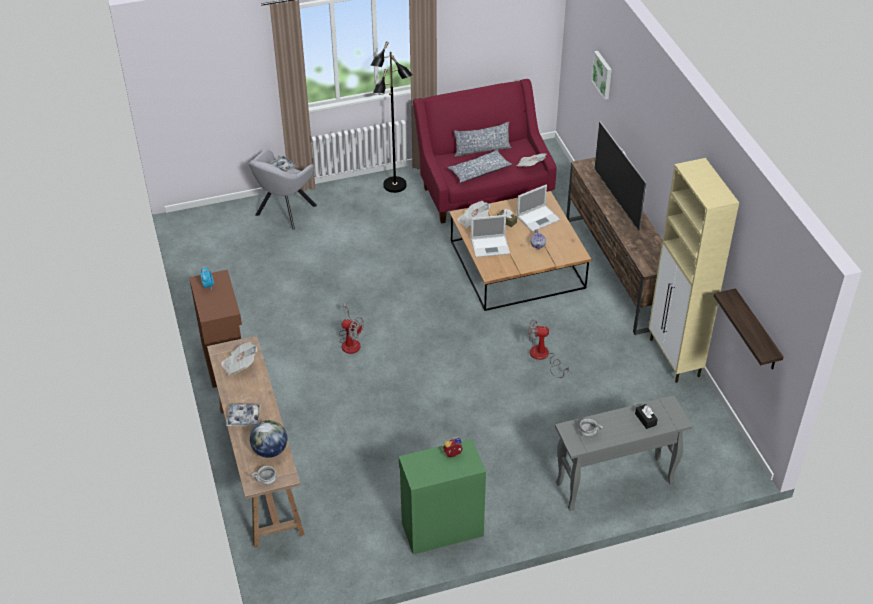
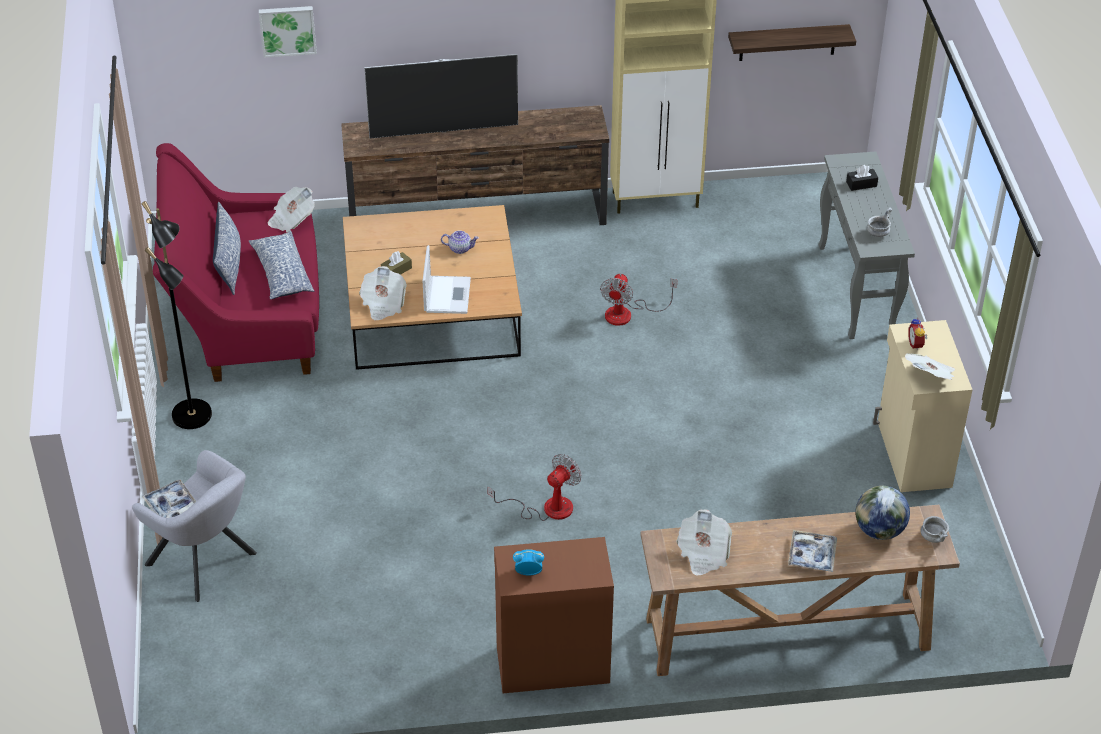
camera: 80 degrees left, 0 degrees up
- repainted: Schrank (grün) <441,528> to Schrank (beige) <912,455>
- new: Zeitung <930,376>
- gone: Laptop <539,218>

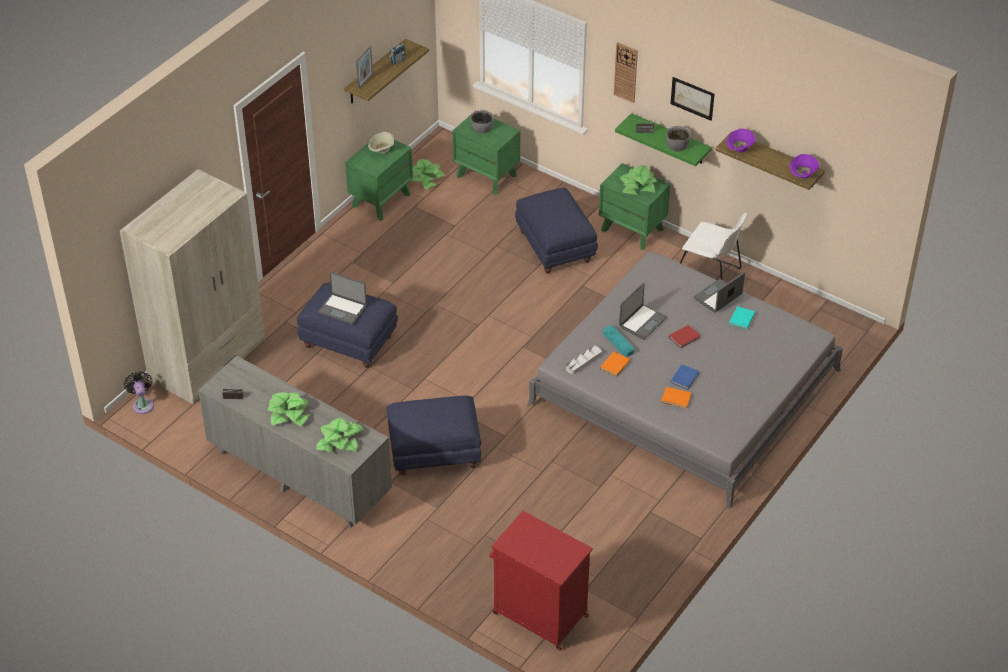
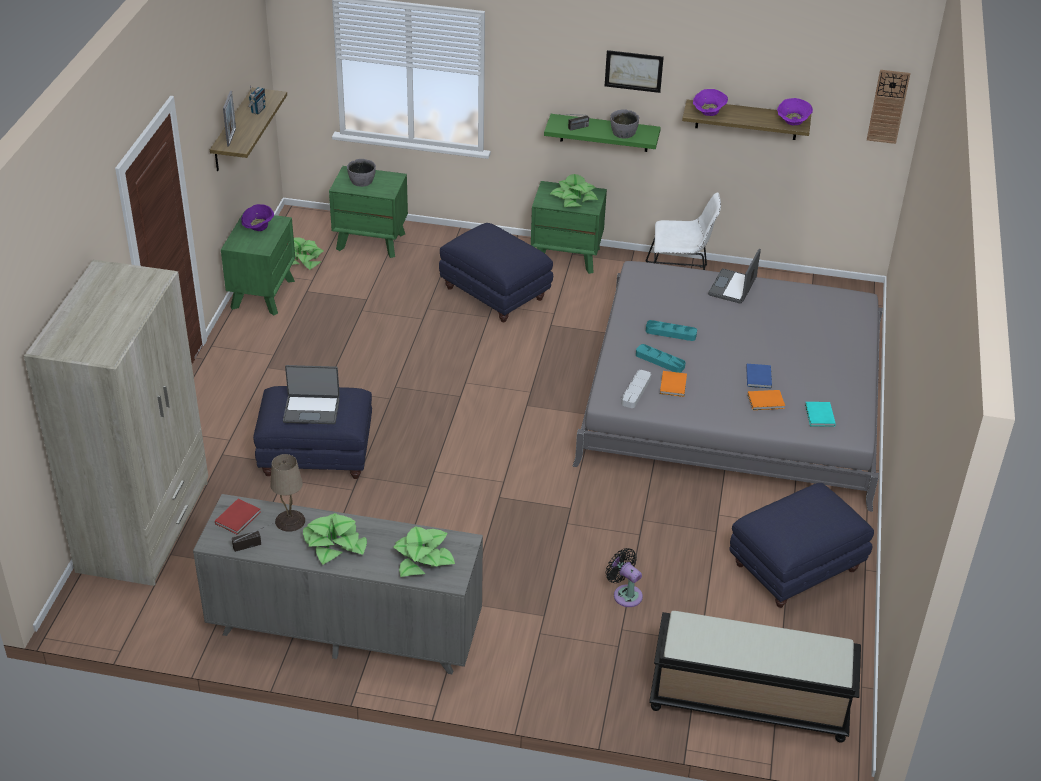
camera: 25 degrees left, 5 degrees down
- shifted: Buch (rot) <685,337> to <239,517>
- repainted: Schüssel (beige) <381,150> to Schüssel (lila) <258,228>
- new: Tischlampe (beige) <290,521>
- shifted: Ventilator (schwarz) <142,404> to <625,594>
- swapped: Laptop <642,322> to Tablett (türkis) <671,333>
- swapped: Schrank (rot) <538,614> to Bank (schwarz) <747,703>
- shifted: Polsterhocker (blau) <433,453> to <794,569>
- shifted: Buch (türkis) <741,319> to <819,416>
- shifted: Wanduhr <626,72> to <888,106>

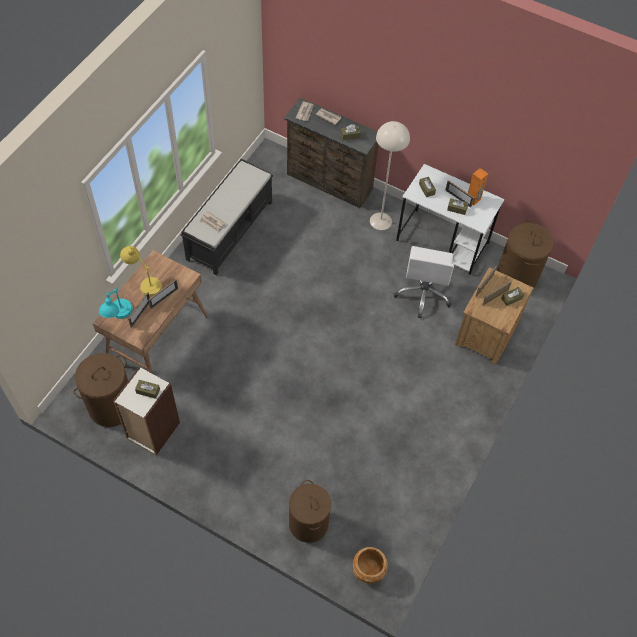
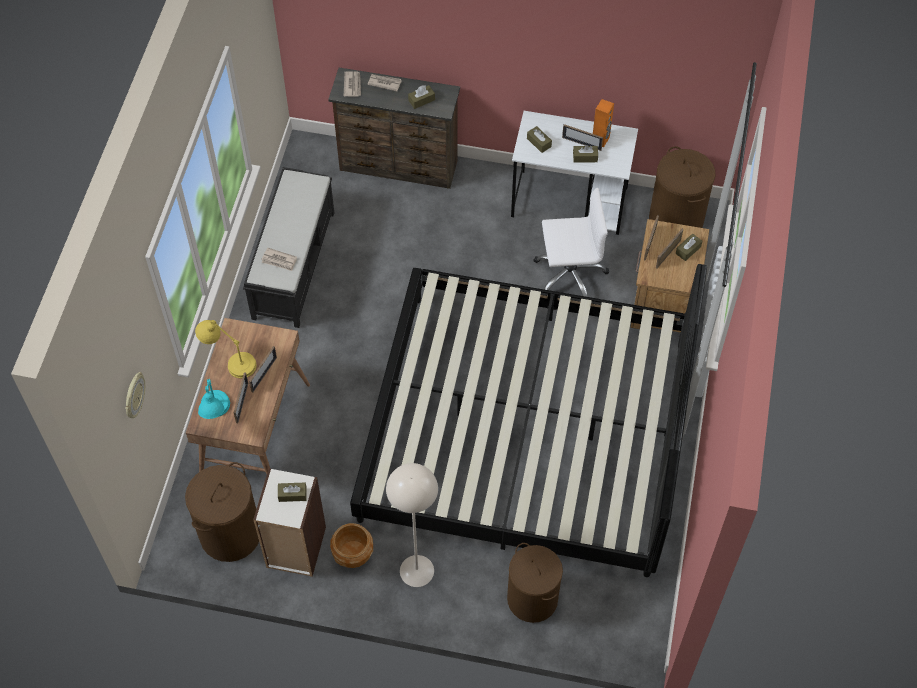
camera: 15 degrees left, 0 degrees up
- new: Wanduhr <133,396>
- shifted: Pflanzkübel (braun) <368,570> to <353,555>
- new: Bett <527,430>
- shifted: Stehlampe (beige) <380,221> to <416,571>
- rotated: Bürostuhl (weiß) <423,293> = <569,275> 90 degrees counterclockwise

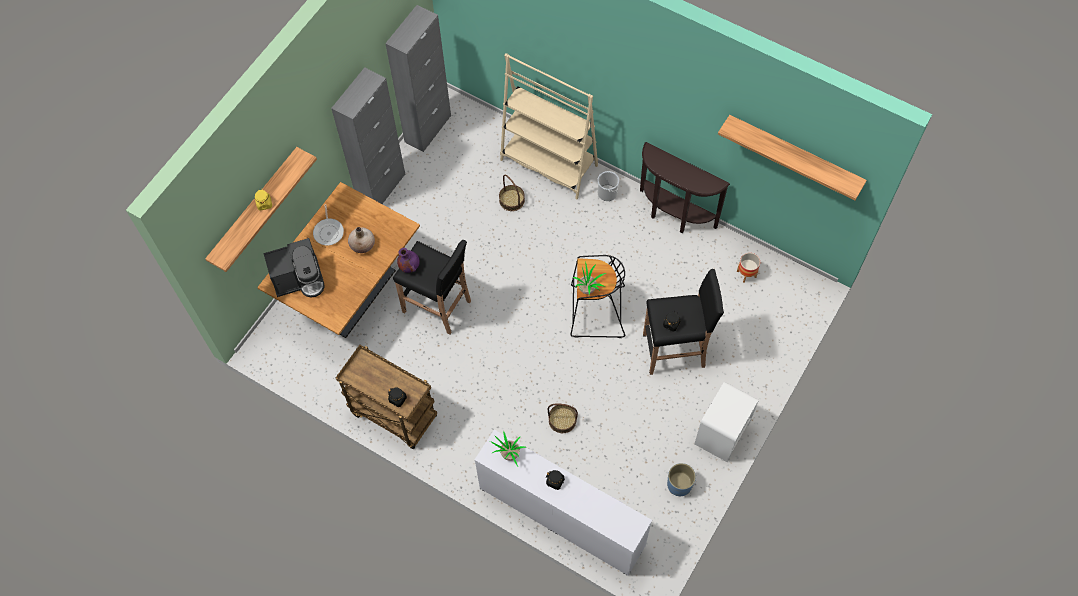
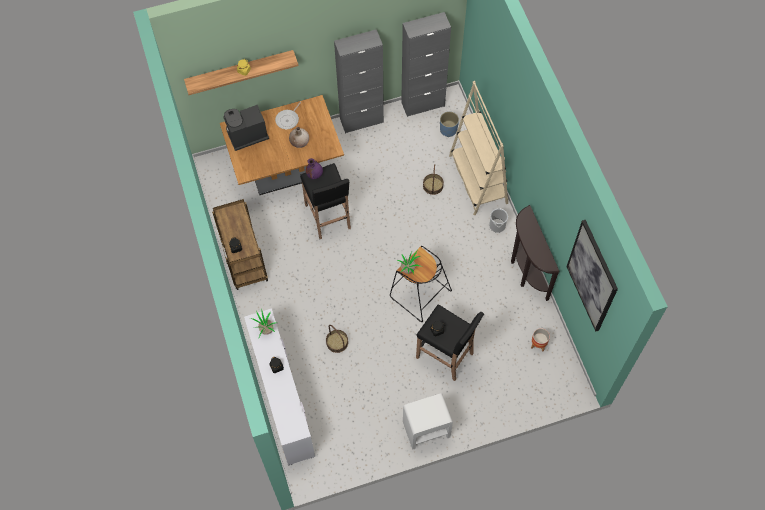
camera: 40 degrees right, 0 degrees up
- rotated: Kaffeemaschine <299,279> = <246,135> 135 degrees clockwise
- shifted: Pflanzkübel (blau) <679,484> to <448,130>
- swapped: Wandregal <794,154> to Bild <592,276>

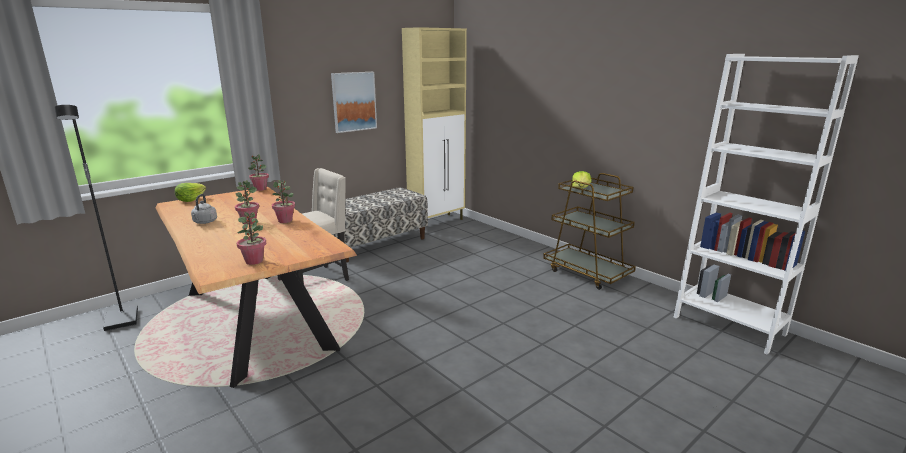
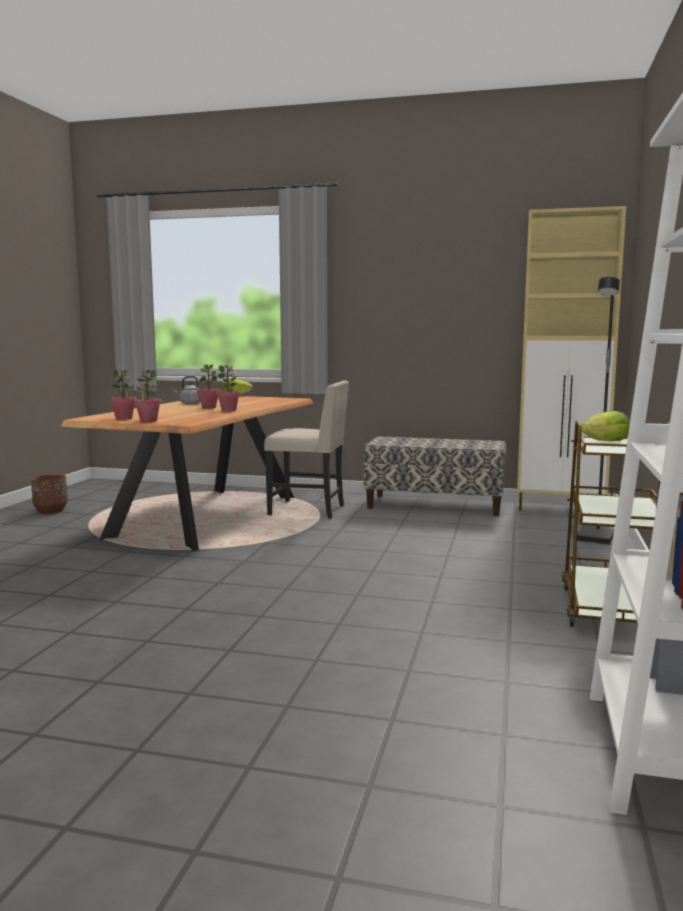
camera: 55 degrees right, 10 degrees down
- new: Pflanzkübel (braun) <51,511>
- shifted: Topfpflanze <260,189> to <148,421>
- shifted: Stehlampe (schwarz) <123,320> to <596,538>
- gone: Bild <354,101>

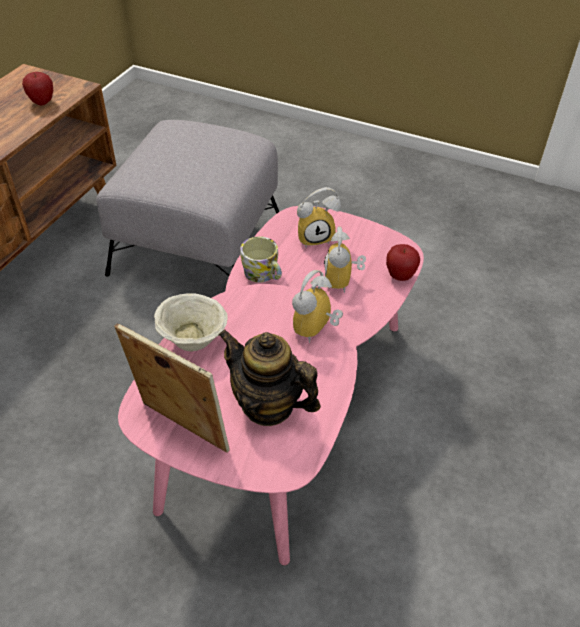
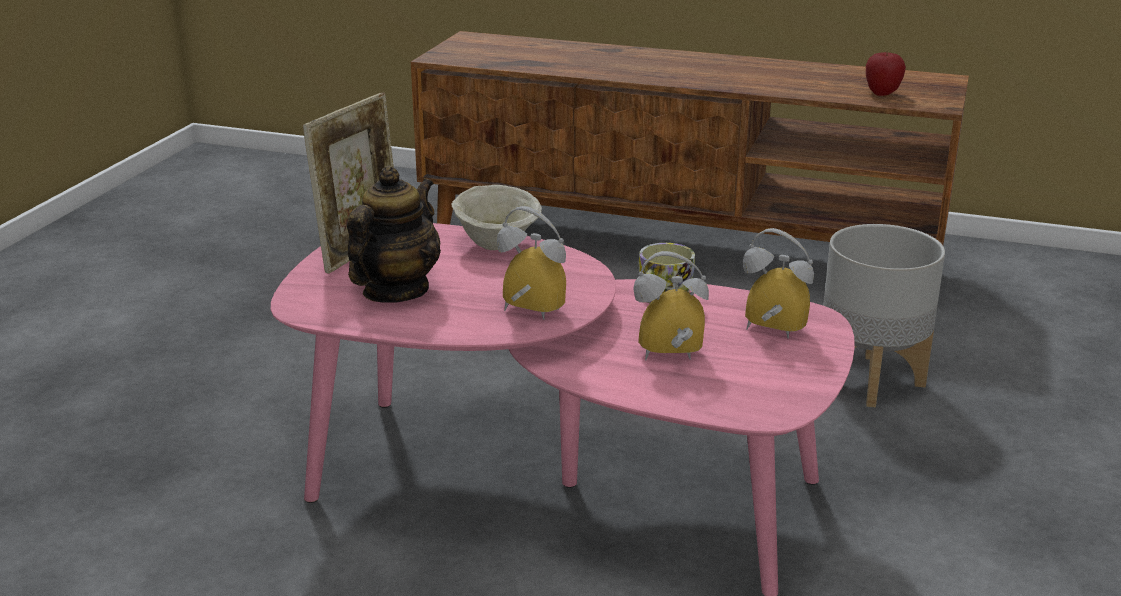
camera: 85 degrees right, 20 degrees down
- rotated: Wecker <315,236> = <770,333> 135 degrees clockwise
- swapped: Polsterhocker (grau) <197,247> to Pflanzkübel (grau) <869,380>
- gone: Apfel <400,276>

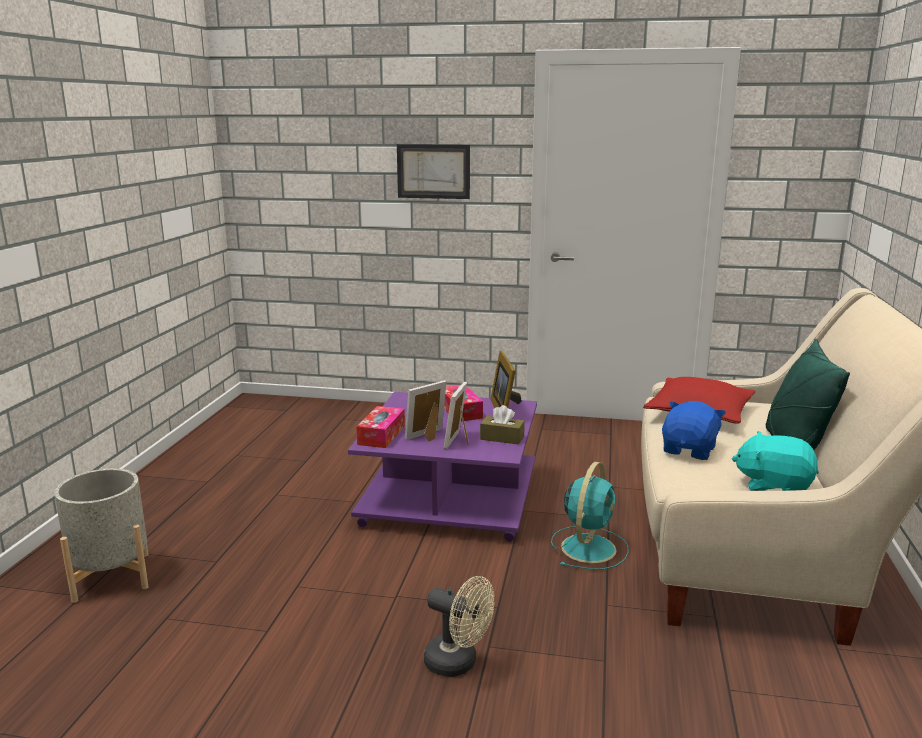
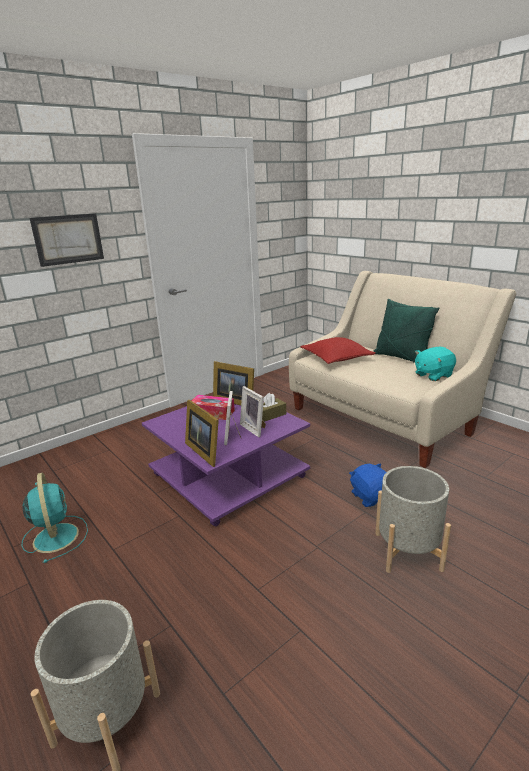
camera: 50 degrees left, 5 degrees up
- shifted: Ventilator (türkis) <589,547> to <56,536>
- swapped: Taschentuchbox <381,435> to Bilderrahmen <205,451>
- shifted: Plüschtier (blau) <690,450> to <371,497>
- swapped: Ventilator (beige) <458,663> to Pflanzkübel (grau) <407,551>

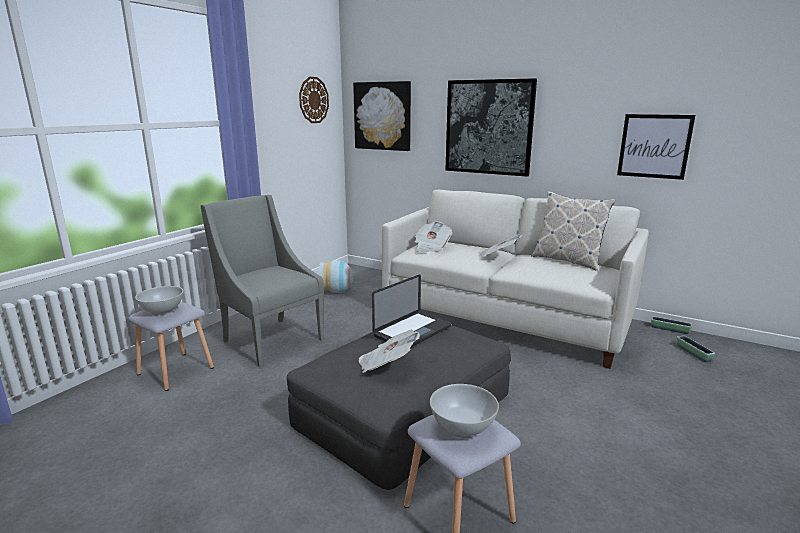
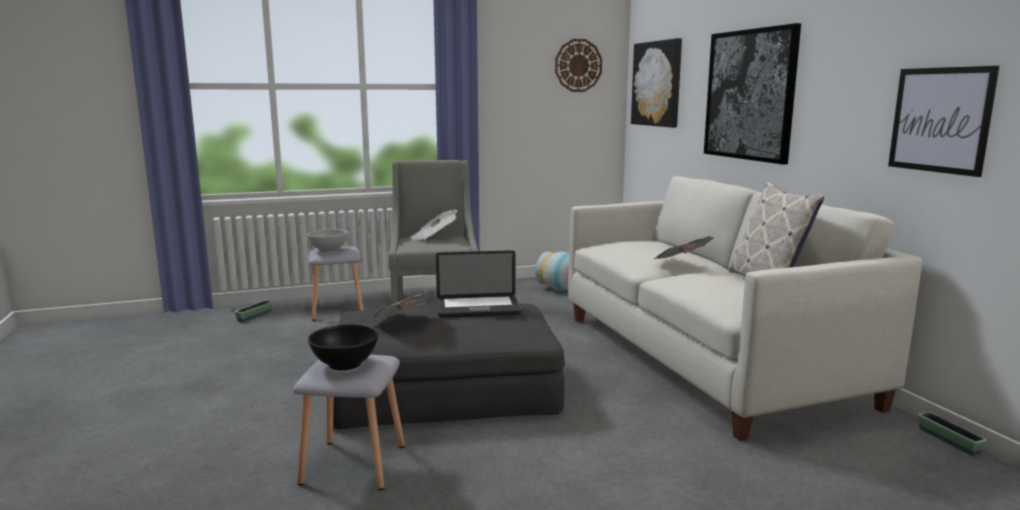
camera: 40 degrees right, 5 degrees down
- shifted: Pflanzkübel <693,353> to <254,316>
- repainted: Schüssel (weiß) <463,428> to Schüssel (schwarz) <345,364>
- shifted: Zeitung <431,247> to <434,237>

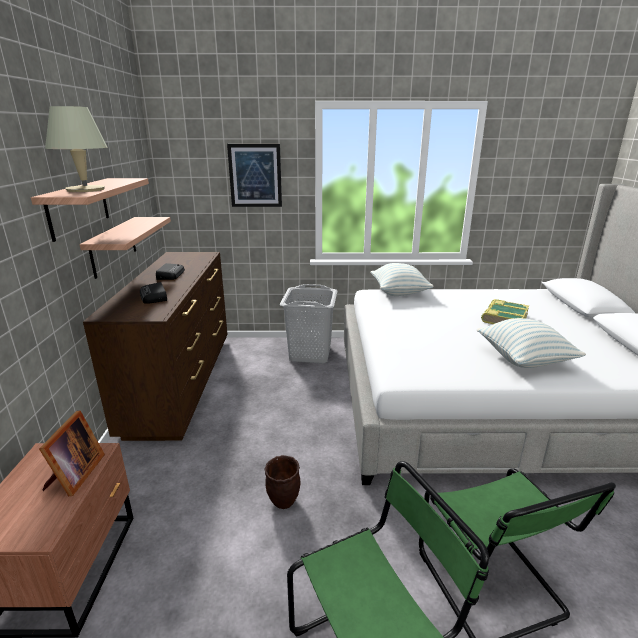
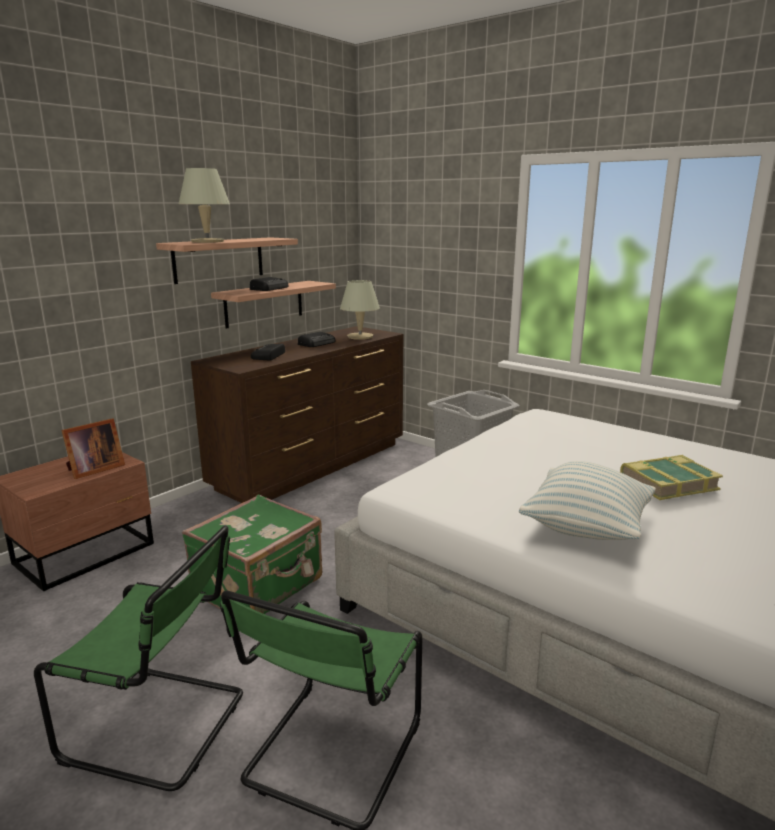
camera: 40 degrees right, 5 degrees down
- swapped: Pflanzkübel (braun) <283,501> to Koffer (grün) <259,587>
- new: Radio <270,288>
- new: Tischlampe (beige) <360,337>
- gone: Bild <255,175>
- gone: Kissen <399,293>

